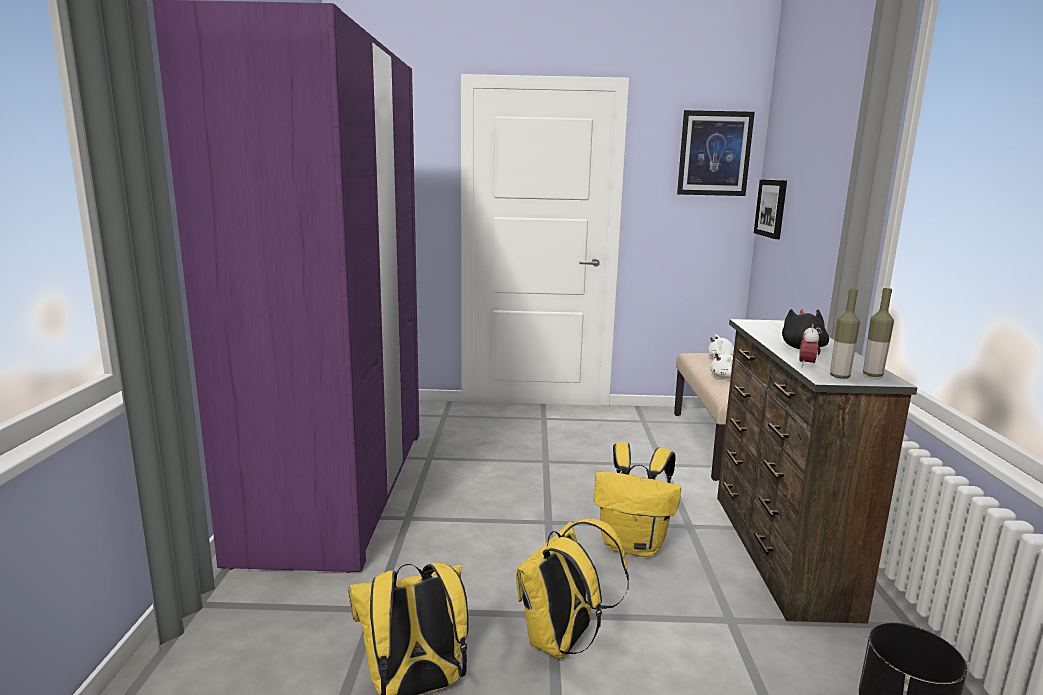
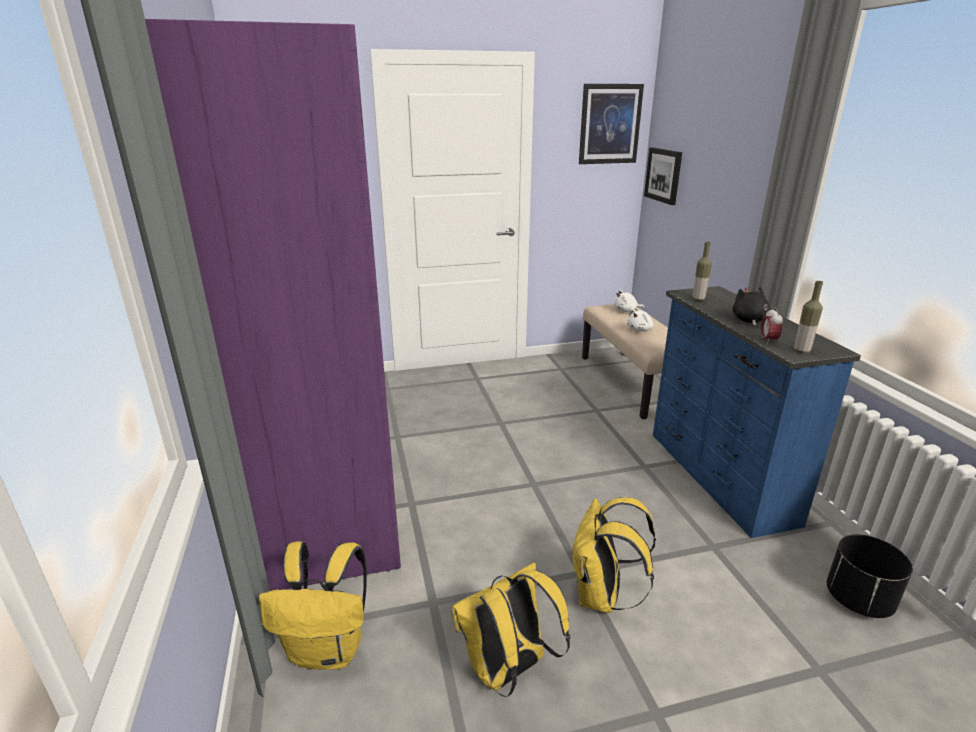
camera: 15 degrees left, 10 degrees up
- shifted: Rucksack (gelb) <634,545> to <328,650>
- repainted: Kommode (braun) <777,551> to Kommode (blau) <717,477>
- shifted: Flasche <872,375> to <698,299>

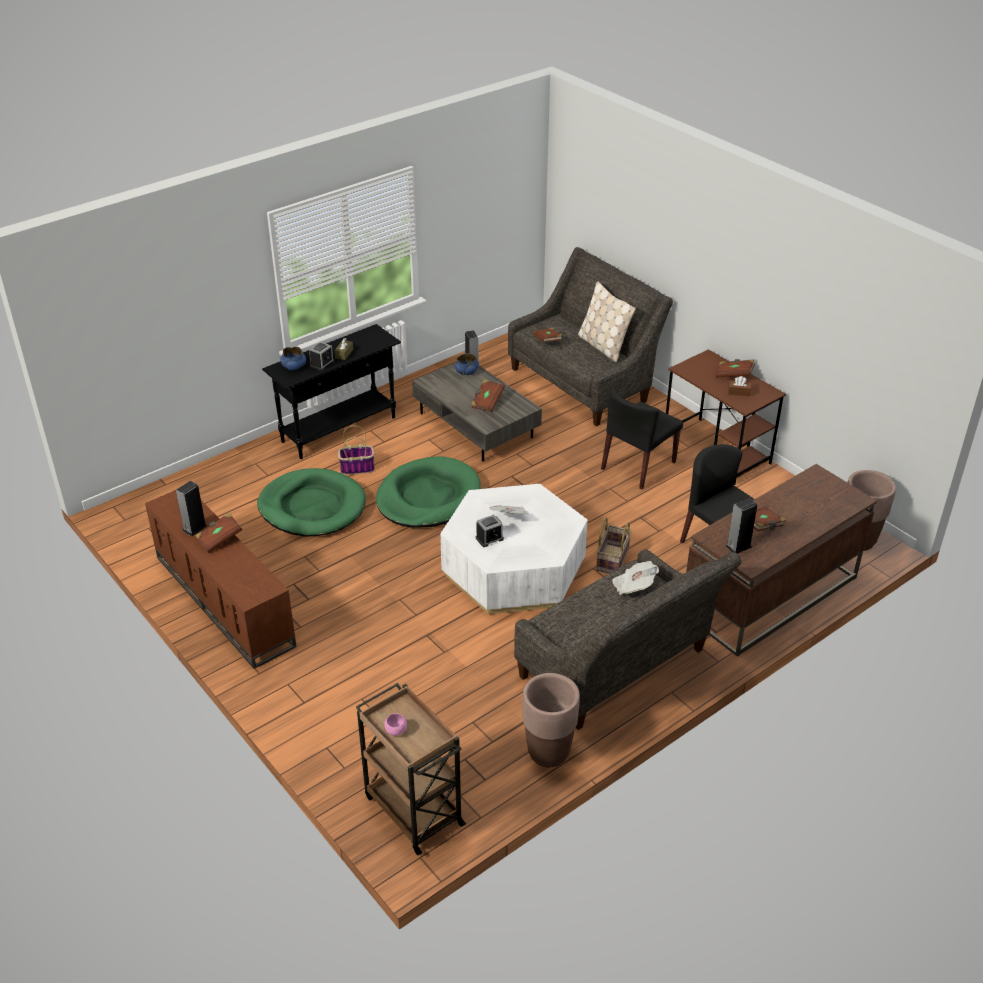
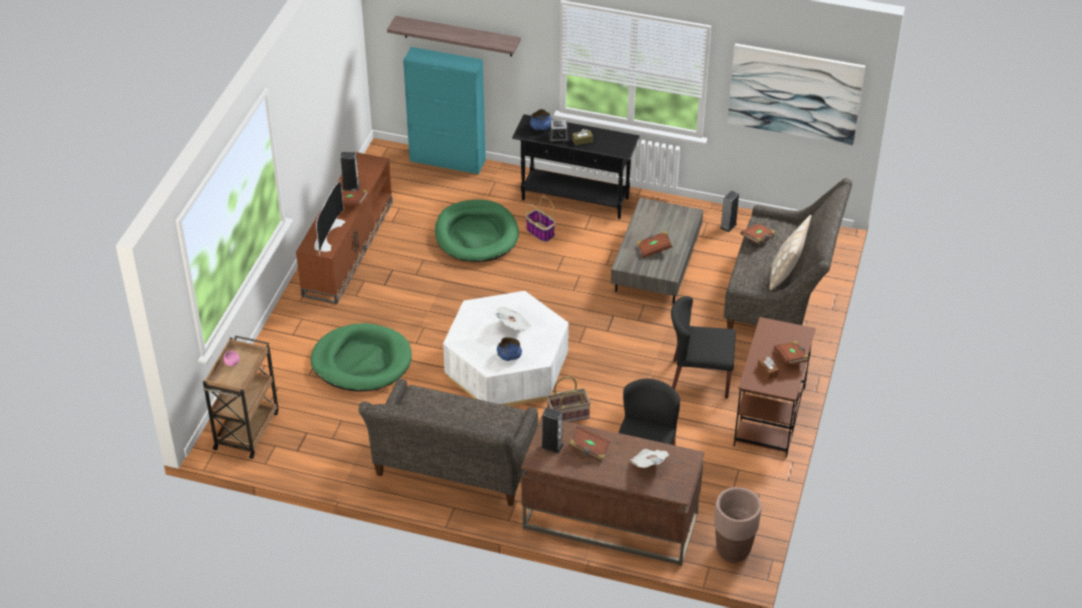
camera: 55 degrees right, 5 degrees up
- shifted: Hundebett (grün) <428,497> to <362,361>
- new: Fernseher <327,234>
- new: Wandregal <457,36>
- new: Schrank (türkis) <448,161>
- shifted: Schüssel (blau) <467,372> to <509,355>
- shifted: Zeitung <633,586> to <649,464>
- new: Bild <795,93>
- gone: Wecker <489,538>
- gone: Pflanzkübel (braun) <548,753>

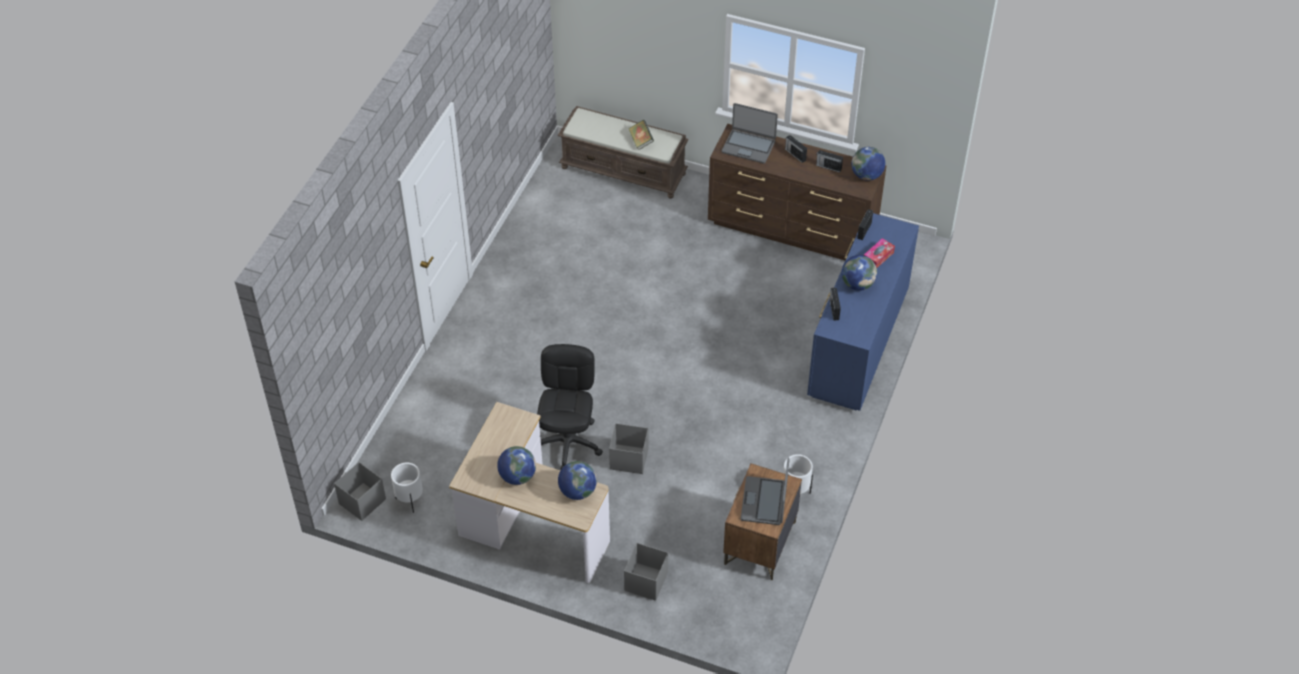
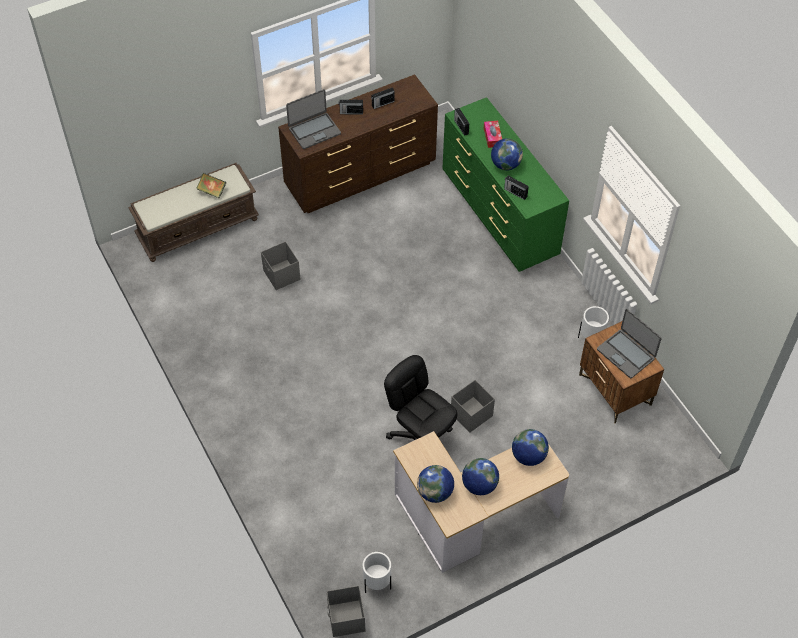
camera: 50 degrees left, 5 degrees up
- shifted: Aufbewahrungsbox (grau) <645,582> to <281,275>
- shifted: Globus <866,175> to <435,492>
- repainted: Kommode (blau) <857,345> to Kommode (grün) <499,215>

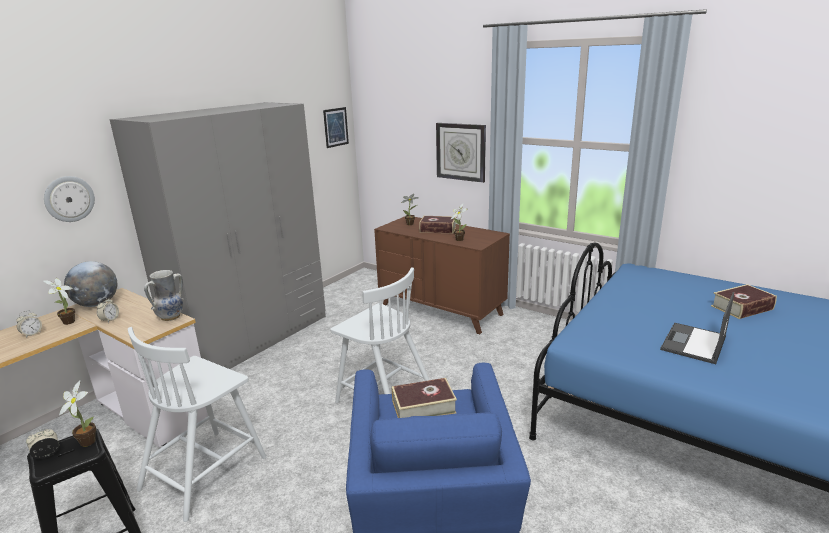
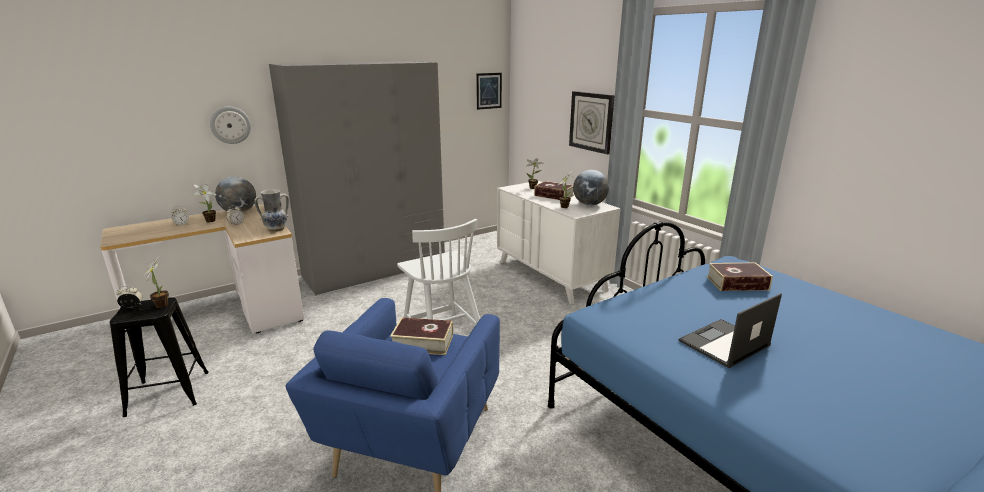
camera: 20 degrees right, 0 degrees up
- repainted: Kommode (braun) <441,309> to Kommode (weiß) <551,276>
- new: Globus <589,204>
- shifted: Buch <742,307> to <737,283>
- gone: Stuhl (weiß) <205,471>

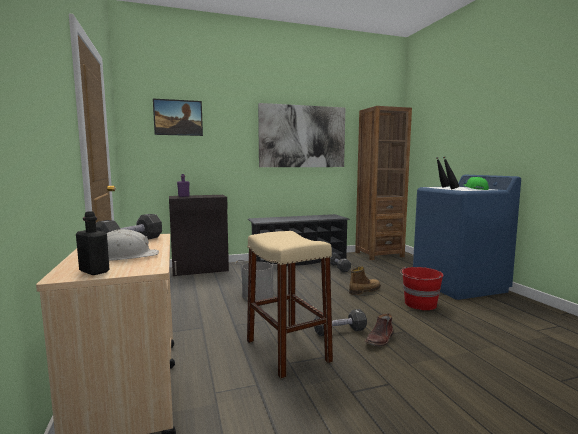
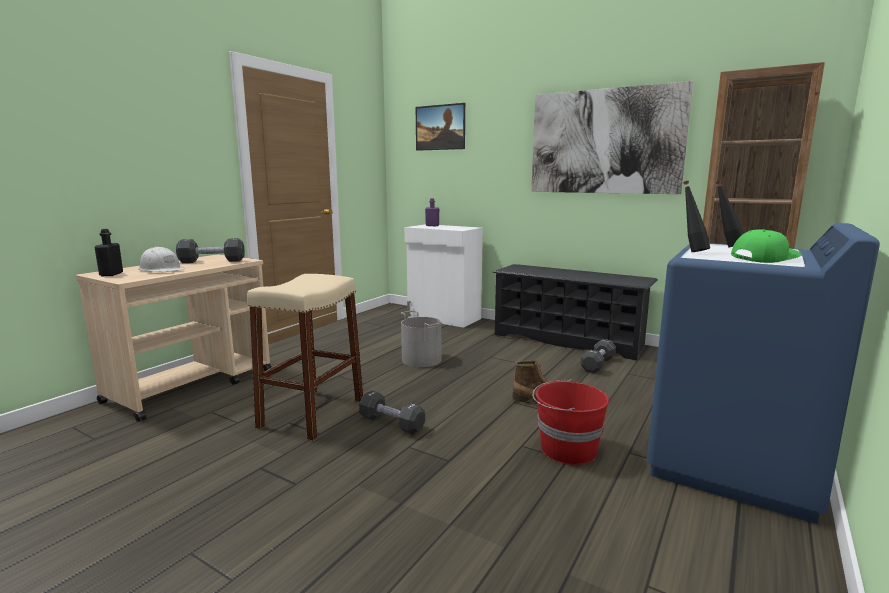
camera: 50 degrees right, 5 degrees up
- repainted: Schrank (schwarz) <200,269> to Schrank (weiß) <443,318>
- gone: Stiefel (braun) <380,339>

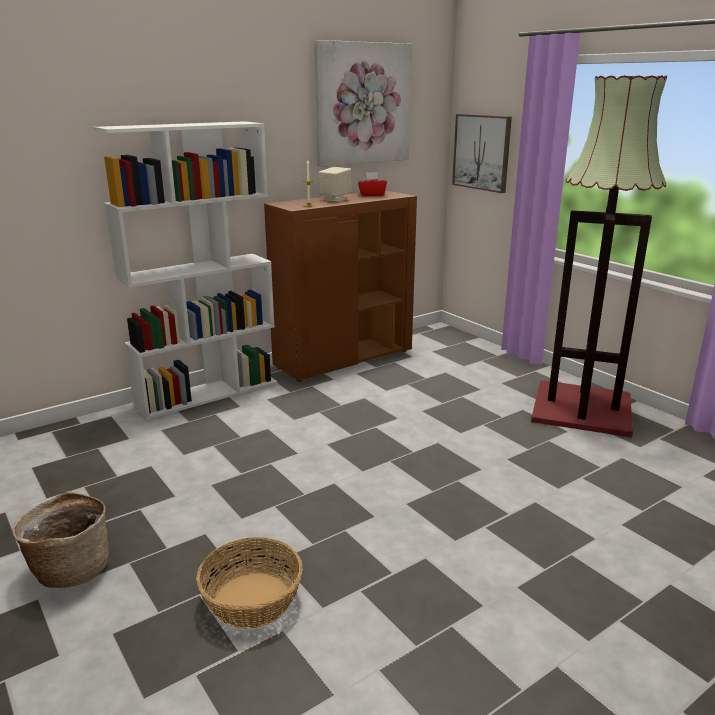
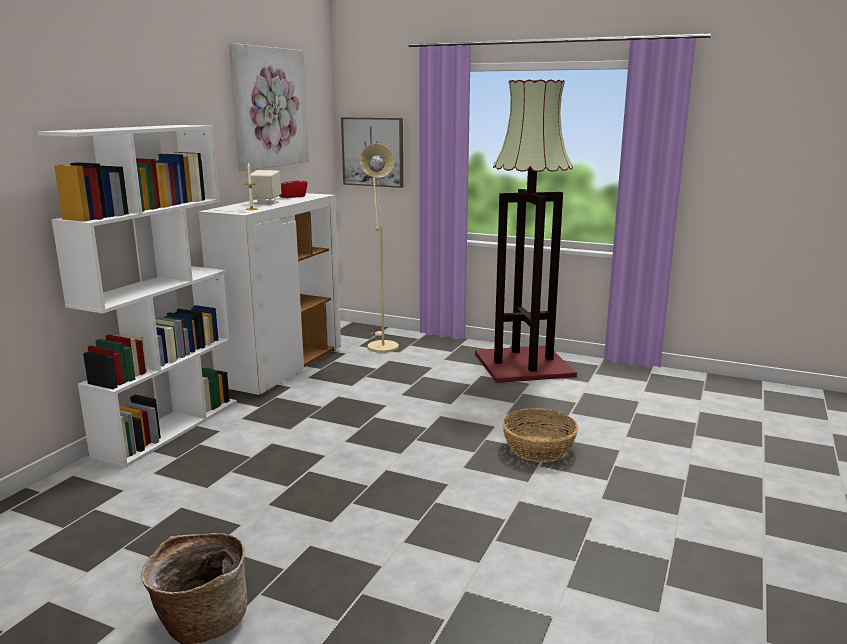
camera: 30 degrees left, 5 degrees down
- repainted: Schrank (braun) <344,359> to Schrank (weiß) <282,368>
- new: Stehlampe (beige) <381,345>
- shifted: Korb <253,599> to <538,448>

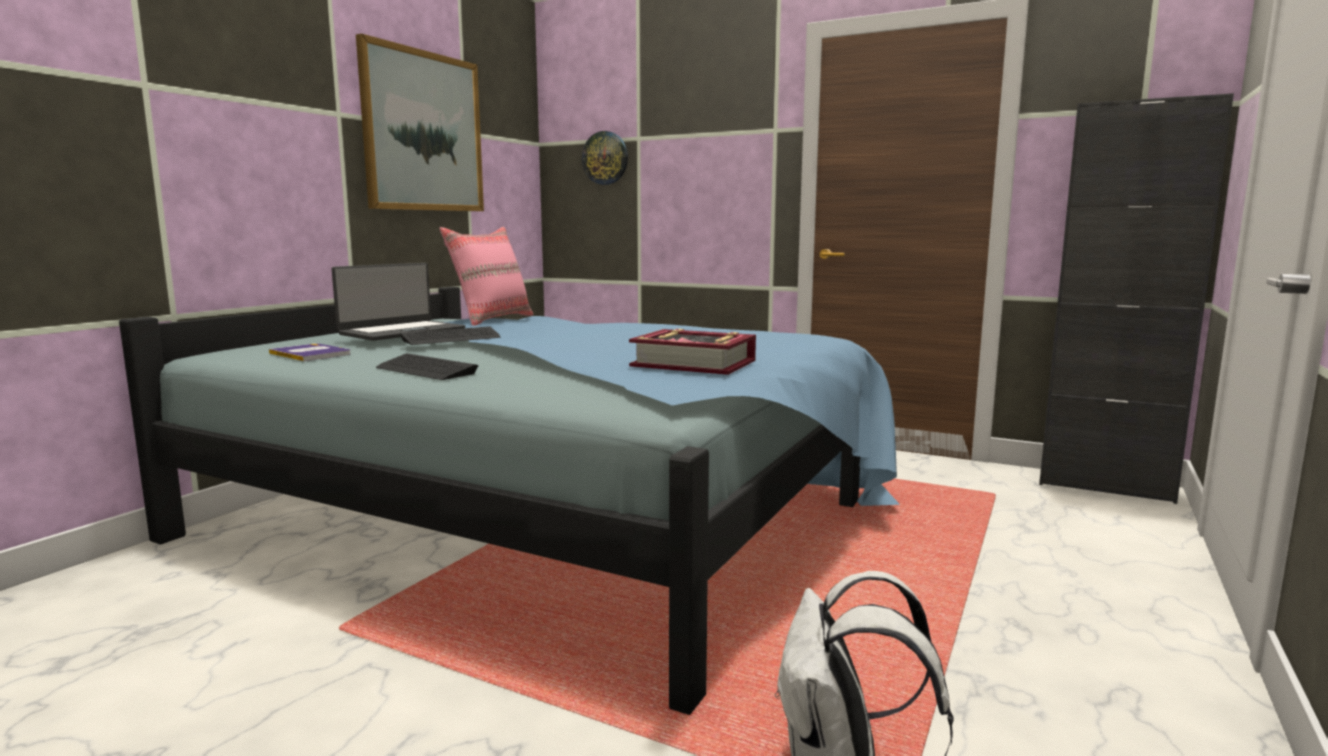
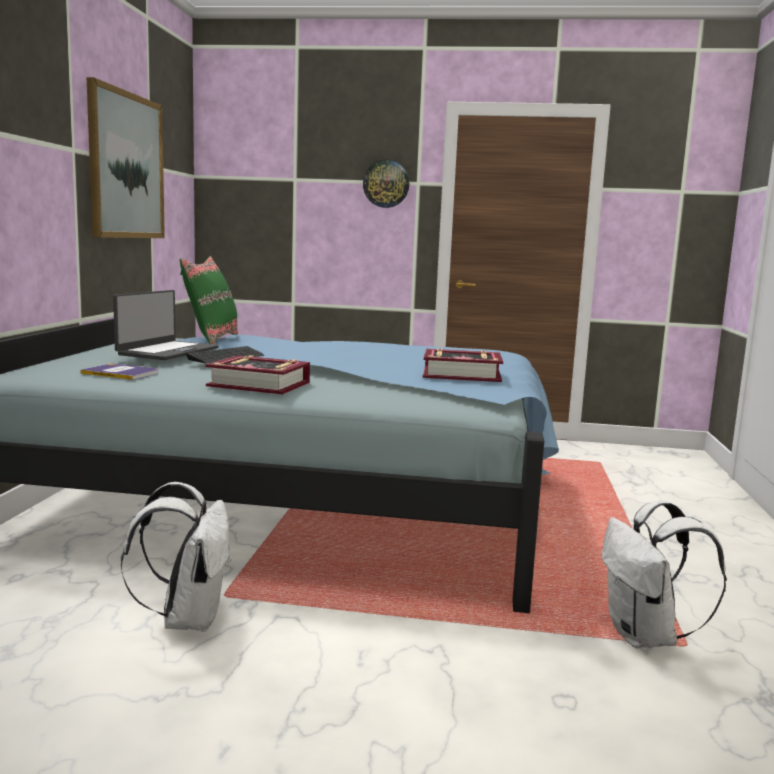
camera: 20 degrees left, 0 degrees up
- new: Rucksack (weiß) <188,619>
- repainted: Kissen (rosa) <492,320> to Kissen (grün) <211,339>
- swapped: Tastatur <425,370> to Buch <259,384>
- shifted: Wanduhr <605,158> to <386,184>
- gone: Schrank (schwarz) <1104,486>

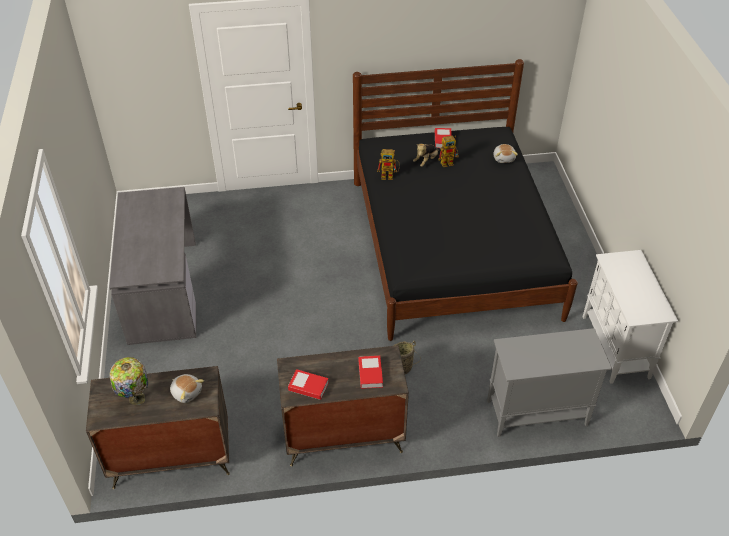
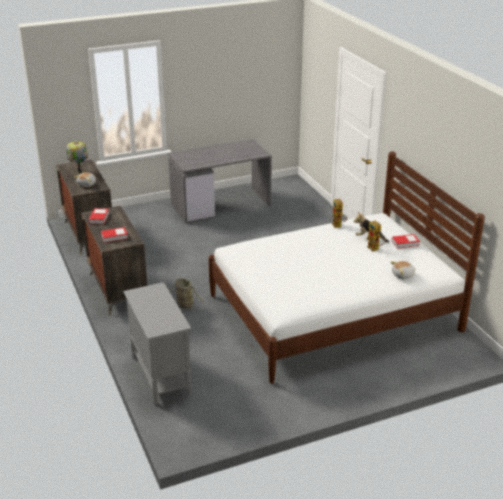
camera: 75 degrees right, 15 degrees down
- repainted: Bett (schwarz) <452,247> to Bett (weiß) <333,312>
- gone: Schrank (weiß) <616,347>

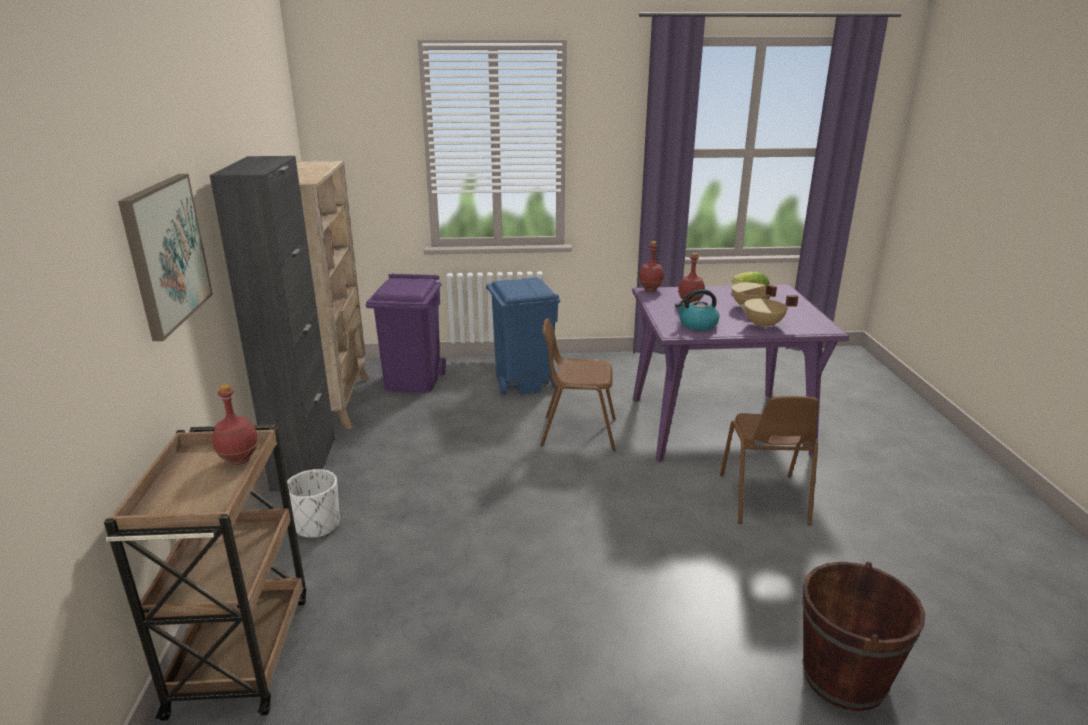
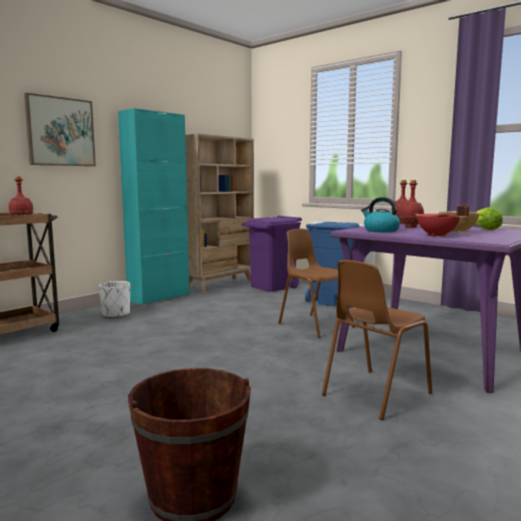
camera: 45 degrees right, 15 degrees down
- repainted: Schrank (schwarz) <304,463> to Schrank (türkis) <159,297>
- repainted: Kochtopf (beige) <763,325> to Kochtopf (rot) <436,235>

